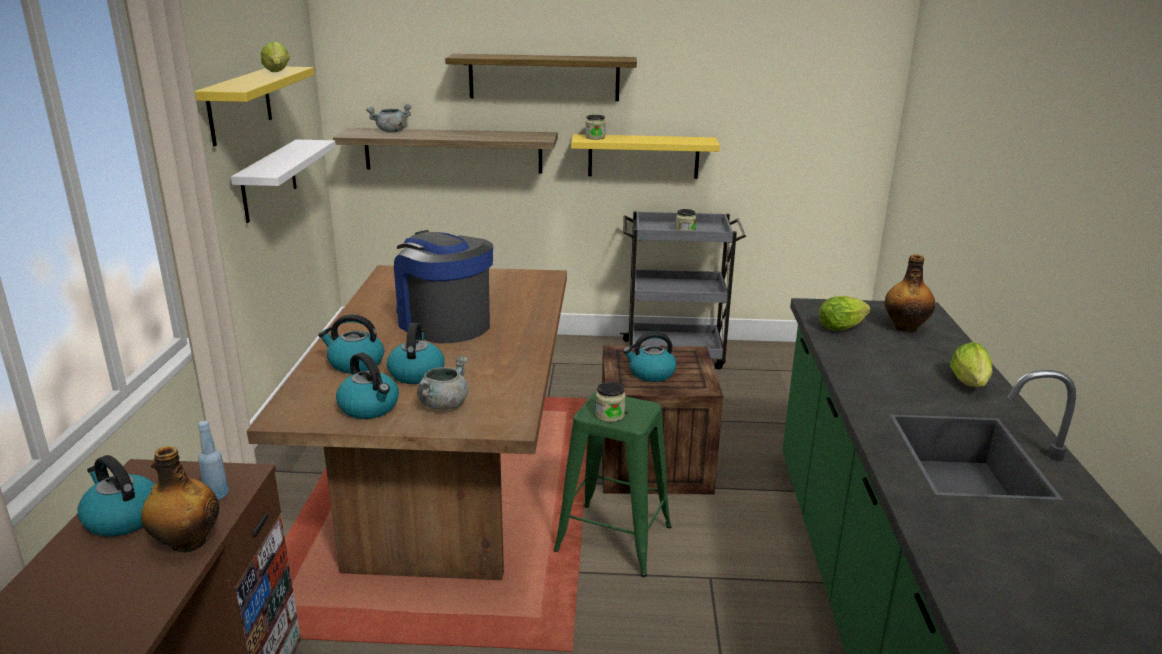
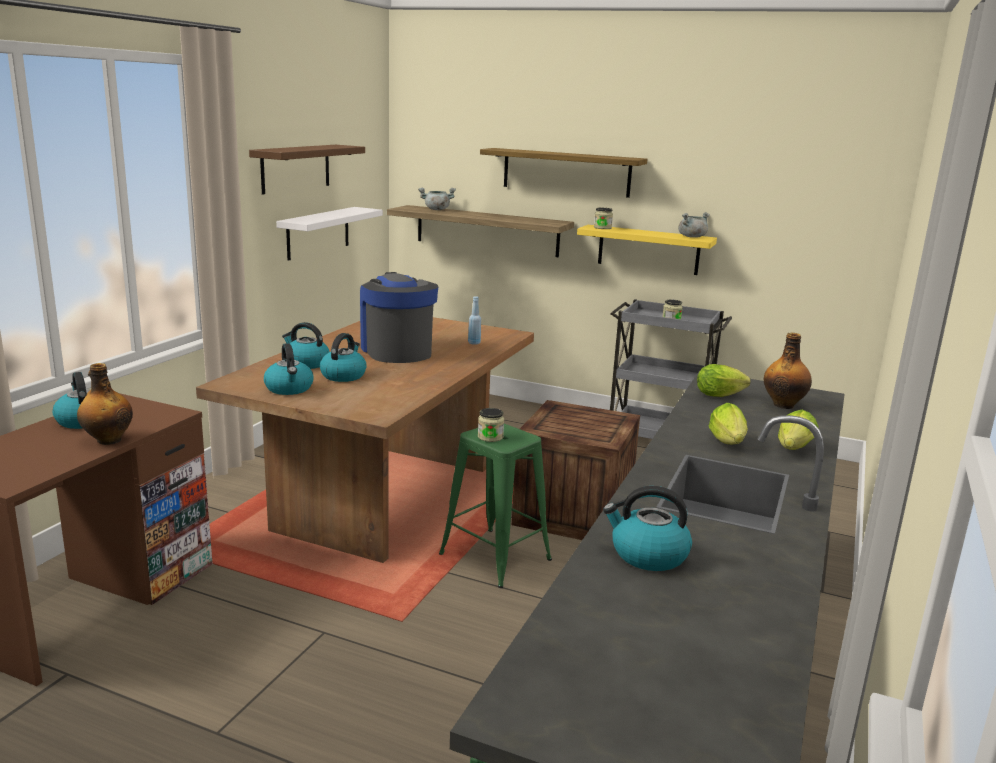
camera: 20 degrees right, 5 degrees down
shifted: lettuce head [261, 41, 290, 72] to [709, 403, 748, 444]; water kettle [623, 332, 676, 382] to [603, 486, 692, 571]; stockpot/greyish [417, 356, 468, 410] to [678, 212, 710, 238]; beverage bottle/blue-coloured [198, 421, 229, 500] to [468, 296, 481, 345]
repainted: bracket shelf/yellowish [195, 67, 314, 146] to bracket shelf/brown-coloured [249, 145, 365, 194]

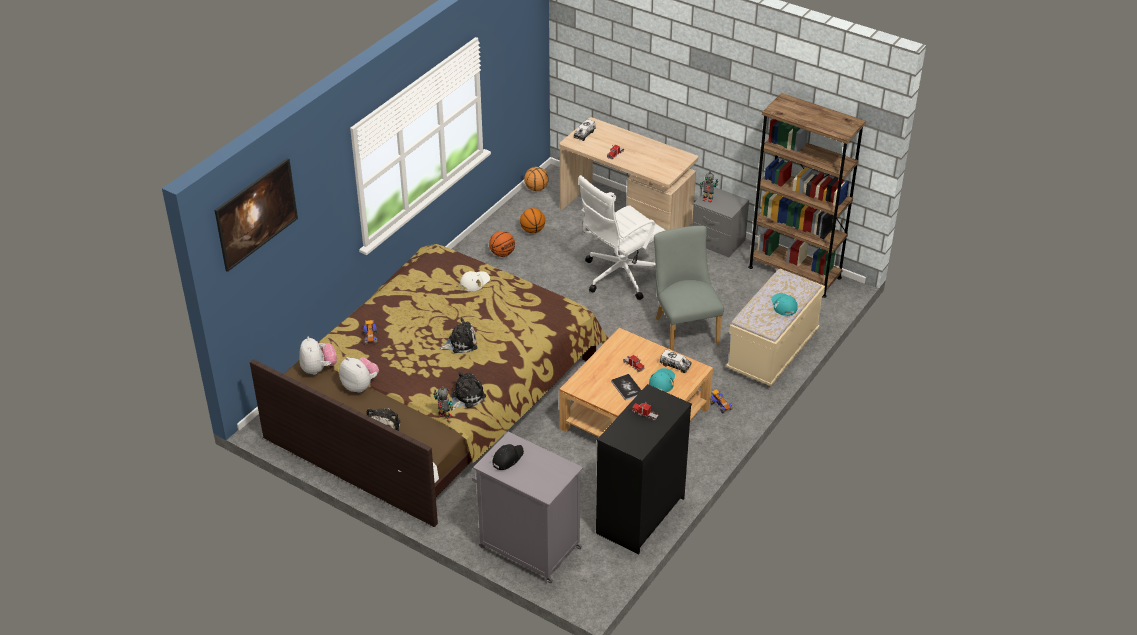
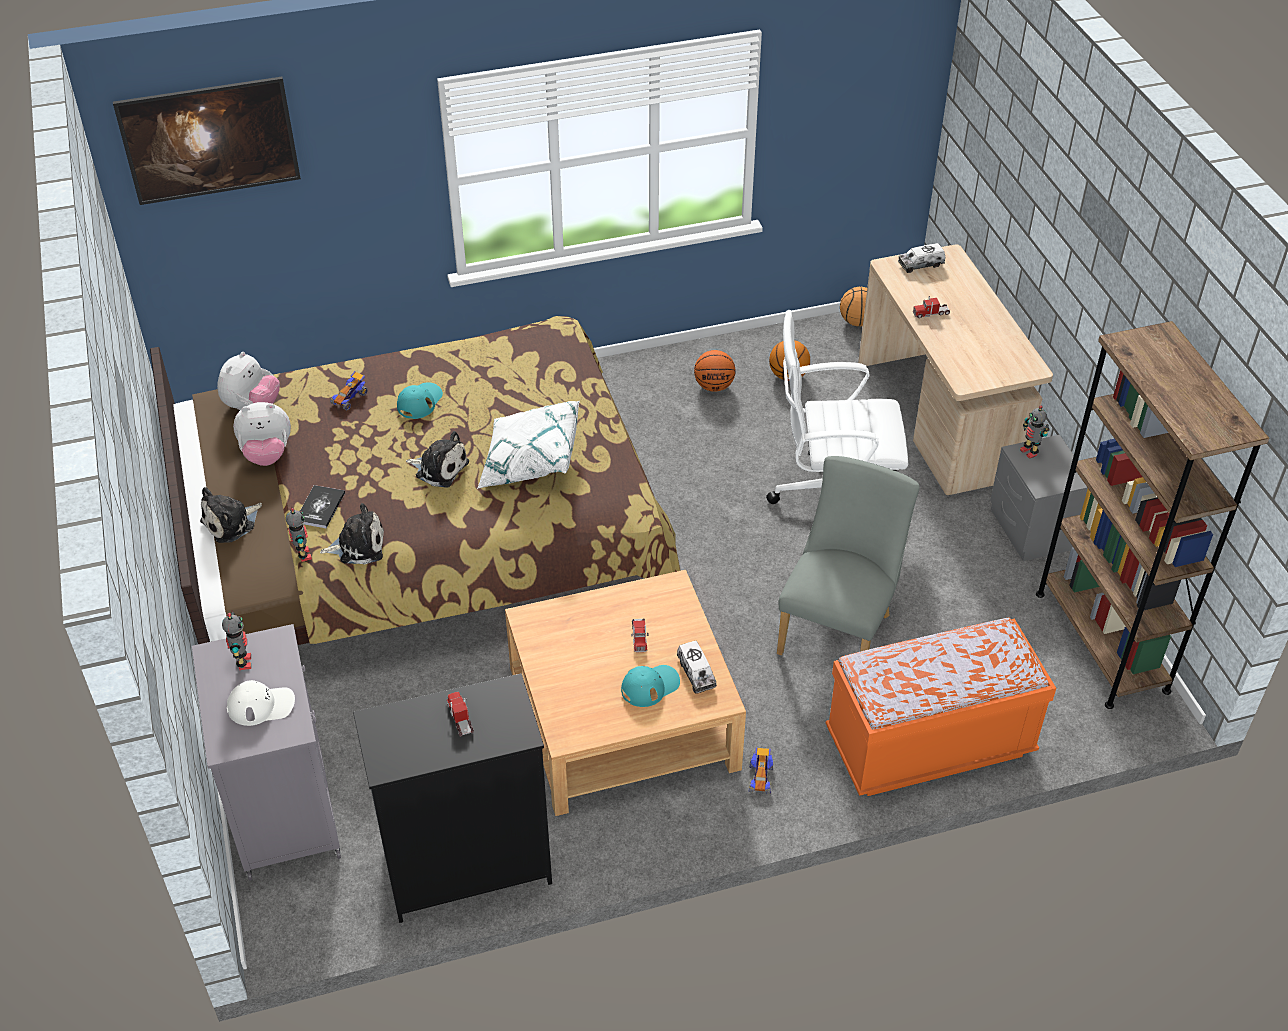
camera: 40 degrees right, 5 degrees up
new: cushion/white-coloured [477, 401, 579, 489]
shifted: baseball cap/white-coloured [460, 271, 490, 292] to [227, 680, 295, 726]; baseball cap/turquoise-coloured [771, 293, 798, 316] to [397, 382, 443, 419]; book [611, 374, 642, 401] to [300, 485, 345, 529]
swapped: baseball cap/black [492, 444, 524, 470] to robot figure [222, 611, 251, 670]
repainted: bench/sand-coloured [726, 269, 825, 386] to bench/orangey [826, 618, 1056, 796]
rotated: soft toy [339, 357, 379, 393] = [233, 402, 291, 466] 90 degrees clockwise

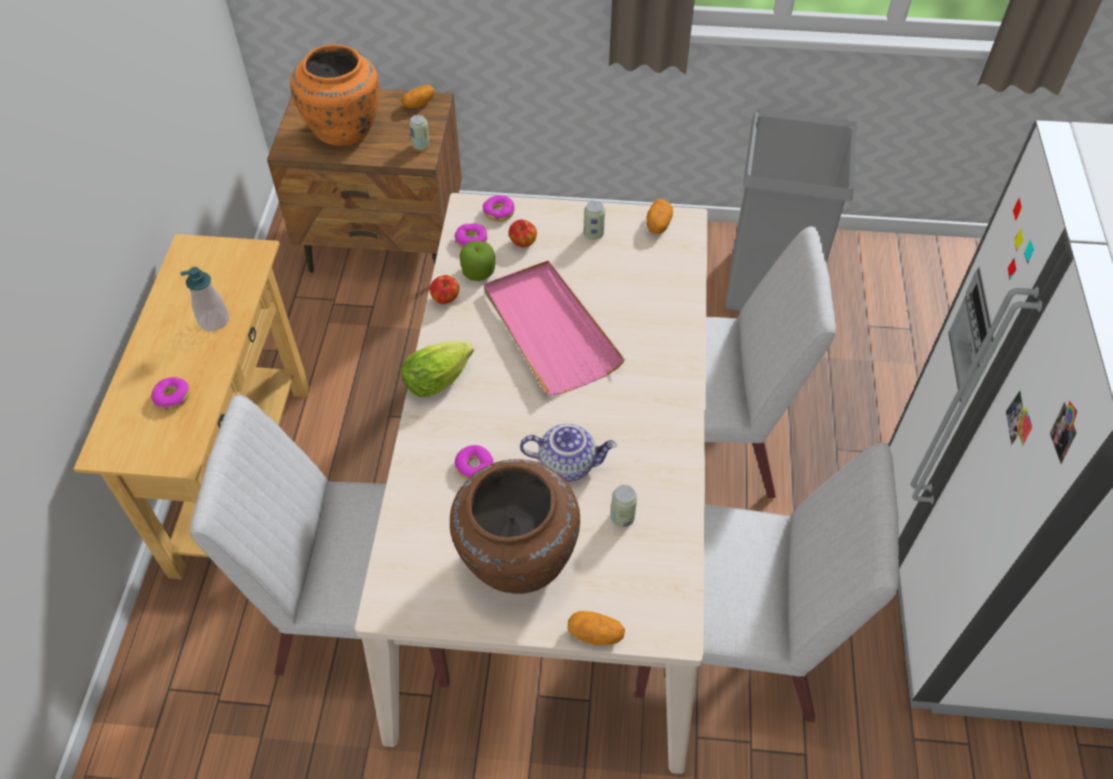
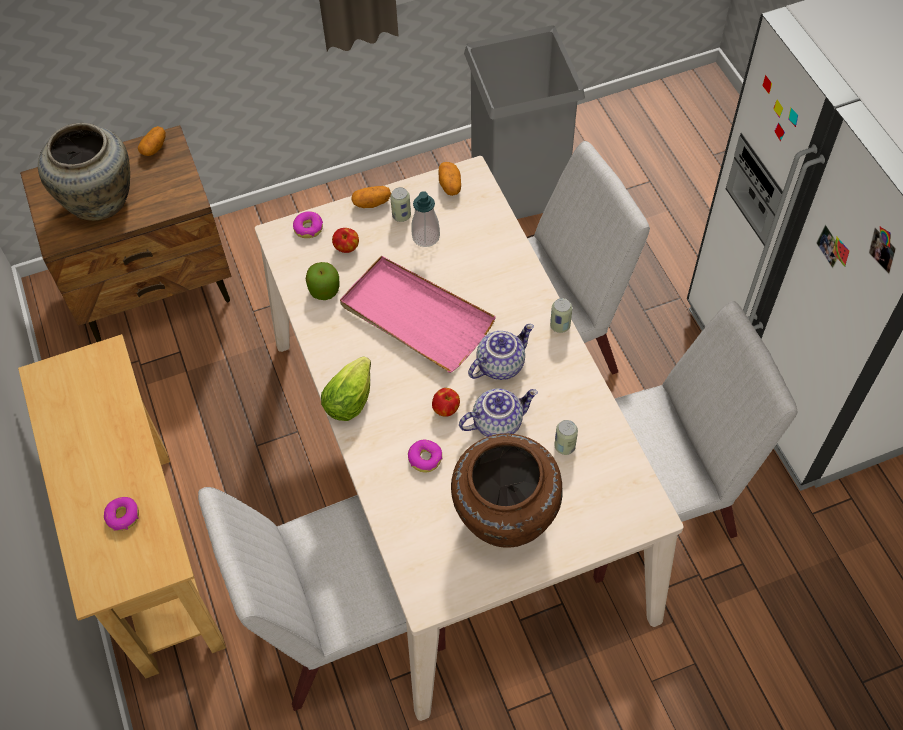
camera: 25 degrees left, 5 degrees up
gone: ring doughnut [455, 223, 488, 248]
new: tea pot [468, 324, 534, 380]
shifted: can [409, 115, 430, 150] to [550, 298, 572, 333]; soap bottle [180, 267, 229, 331] to [411, 191, 440, 247]; apple [430, 275, 459, 304] to [432, 388, 460, 417]; potato [567, 611, 625, 645] to [351, 186, 391, 208]
repainted: vase/orangey [290, 44, 379, 146] to vase/sand-coloured [38, 123, 130, 221]

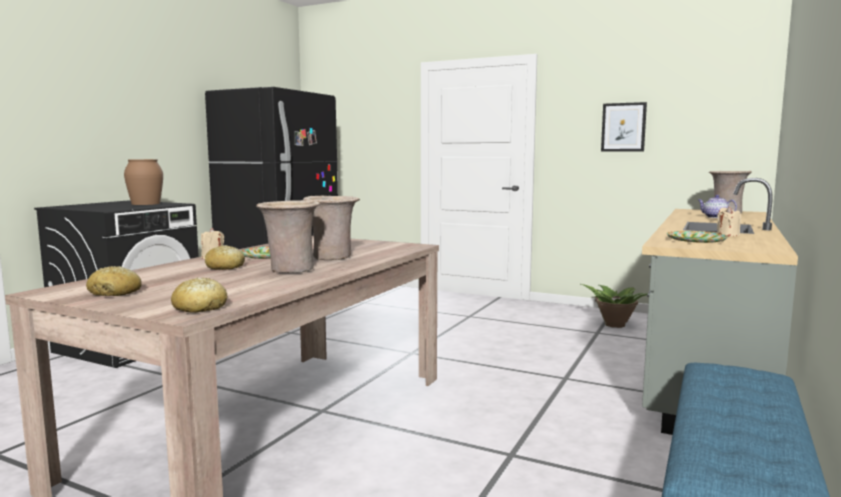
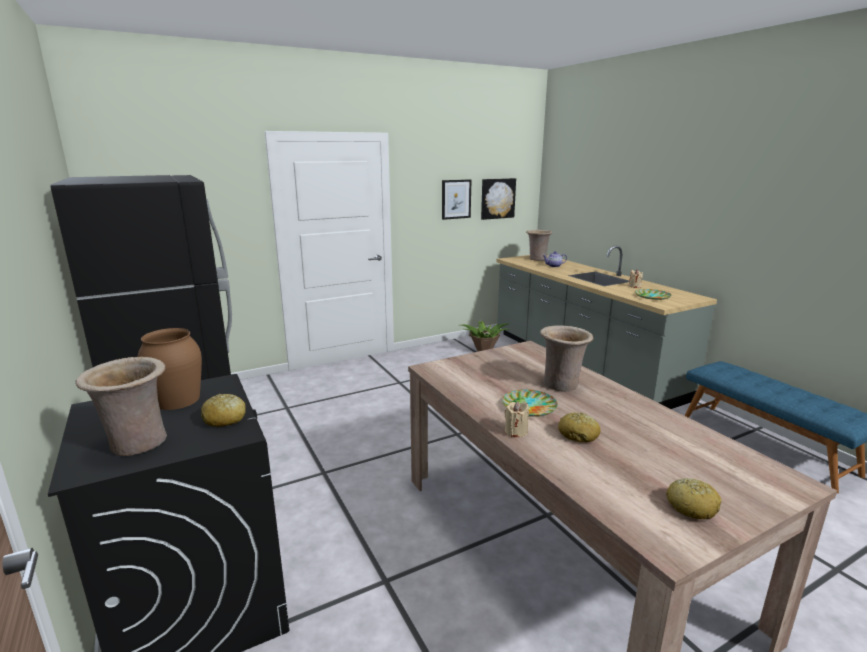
camera: 55 degrees left, 10 degrees up
new: wall picture [481, 178, 516, 220]
shifted: vase/sand-coloured [256, 200, 320, 273] to [75, 357, 167, 456]; bread [171, 277, 227, 313] to [201, 394, 246, 427]

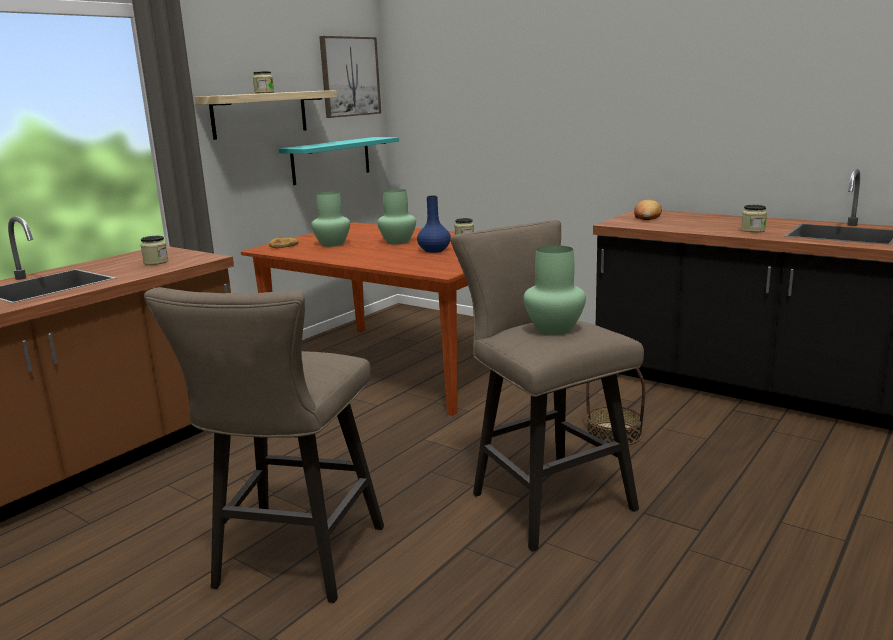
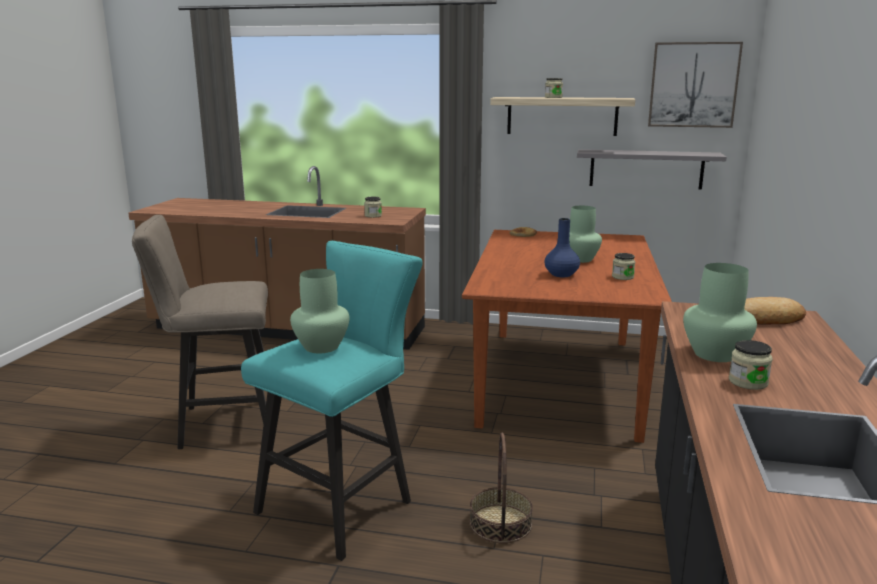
camera: 65 degrees right, 0 degrees up
shifted: vase/greenish [311, 192, 350, 247] to [683, 263, 757, 362]
repainted: bracket shelf/turquoise-coloured [279, 137, 399, 185] to bracket shelf/greyish [577, 149, 727, 190]; sitting stool/sand-coloured [451, 220, 644, 552] to sitting stool/turquoise-coloured [241, 241, 423, 561]

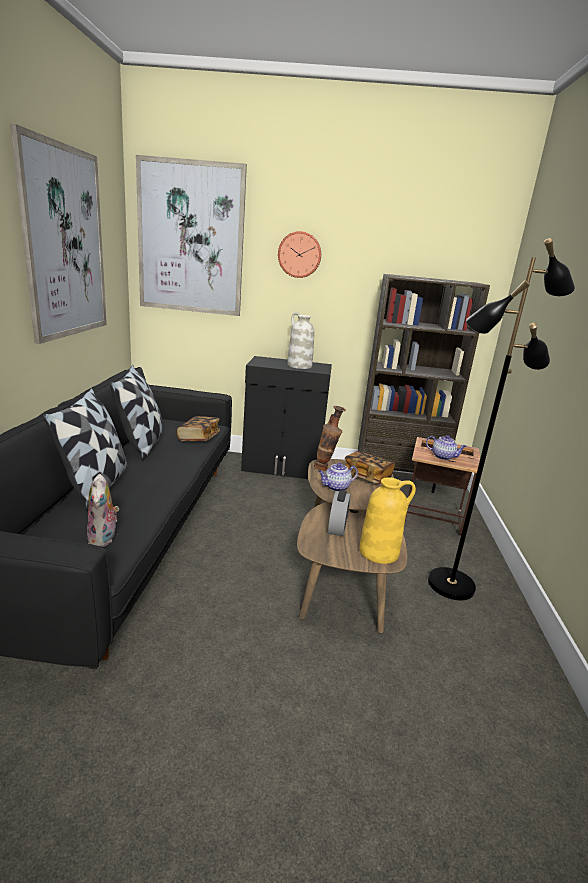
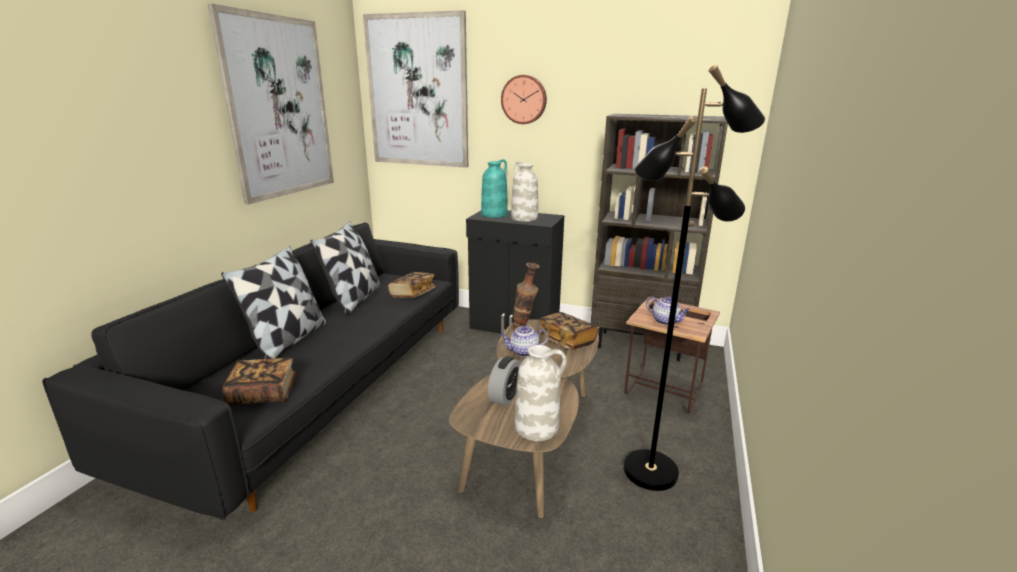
camera: 15 degrees right, 0 degrees up
new: vase/turquoise-coloured [481, 159, 508, 218]
swapped: soft toy [87, 474, 120, 547] to book [222, 358, 296, 405]
repainted: vase/yellowish [359, 477, 416, 564] to vase/white-coloured [515, 345, 567, 441]

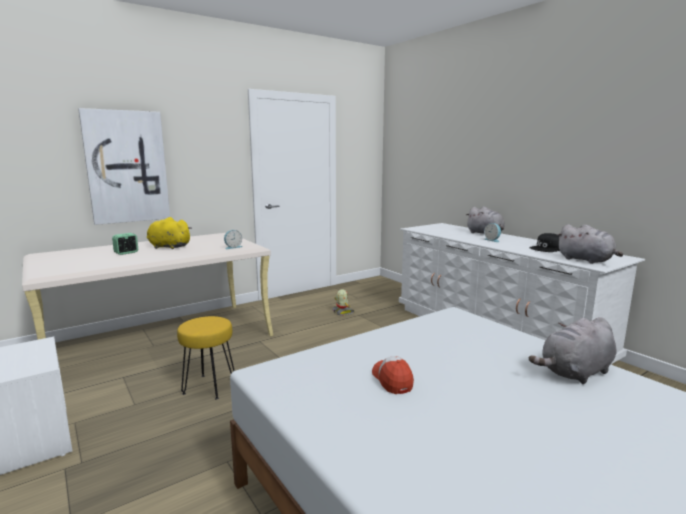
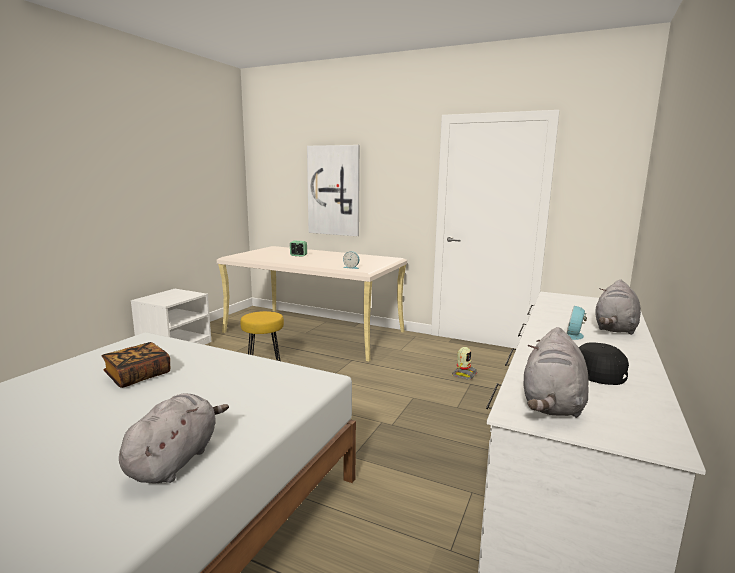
camera: 60 degrees right, 0 degrees up
gone: soft toy/yellowish [147, 217, 192, 249]
swapped: baseball cap [372, 356, 414, 394] to book [102, 342, 170, 388]
rotated: soft toy/greyish [529, 317, 616, 384] = [119, 394, 229, 483] 75 degrees clockwise

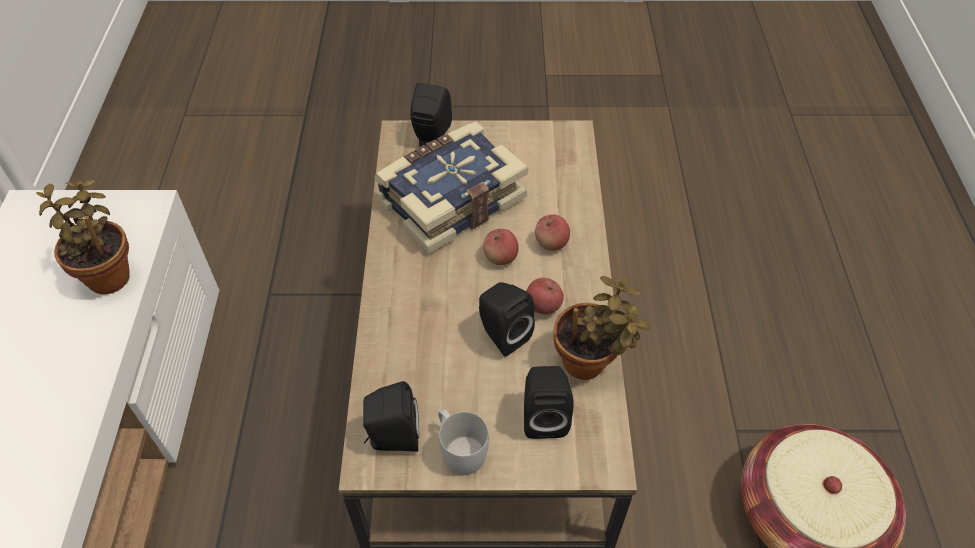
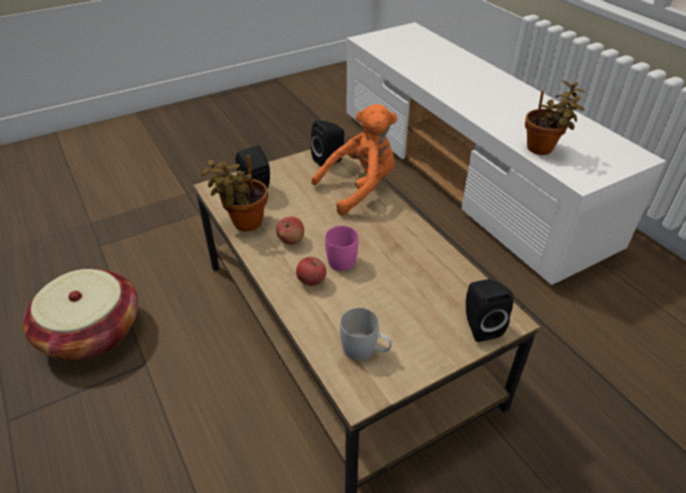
camera: 150 degrees right, 10 degrees down
gone: book [374, 121, 528, 254]; loudspeaker/black [479, 282, 535, 357]
new: soft toy/orangey [311, 104, 398, 216]
shifted: tea mug/white-coloured [438, 409, 489, 475] to [340, 308, 392, 360]
swapped: apple [483, 229, 519, 265] to tea mug/pink-coloured [325, 226, 358, 271]

